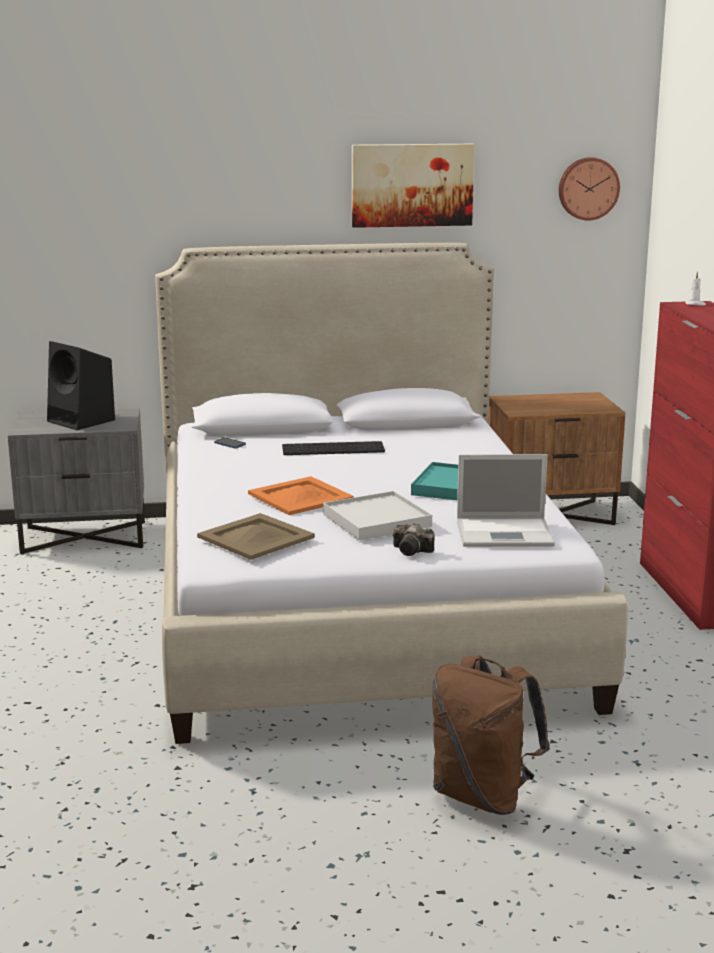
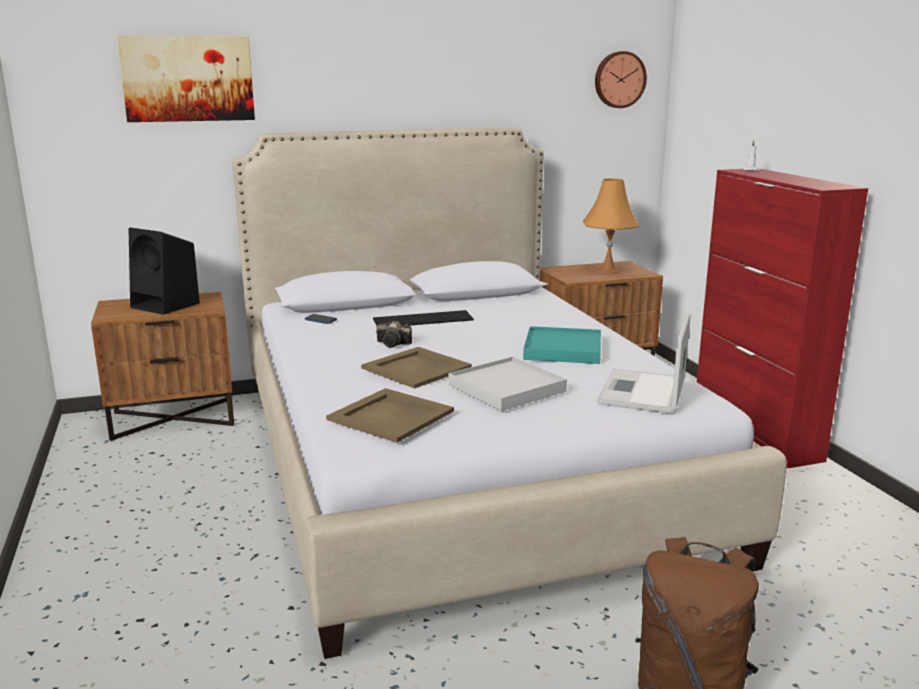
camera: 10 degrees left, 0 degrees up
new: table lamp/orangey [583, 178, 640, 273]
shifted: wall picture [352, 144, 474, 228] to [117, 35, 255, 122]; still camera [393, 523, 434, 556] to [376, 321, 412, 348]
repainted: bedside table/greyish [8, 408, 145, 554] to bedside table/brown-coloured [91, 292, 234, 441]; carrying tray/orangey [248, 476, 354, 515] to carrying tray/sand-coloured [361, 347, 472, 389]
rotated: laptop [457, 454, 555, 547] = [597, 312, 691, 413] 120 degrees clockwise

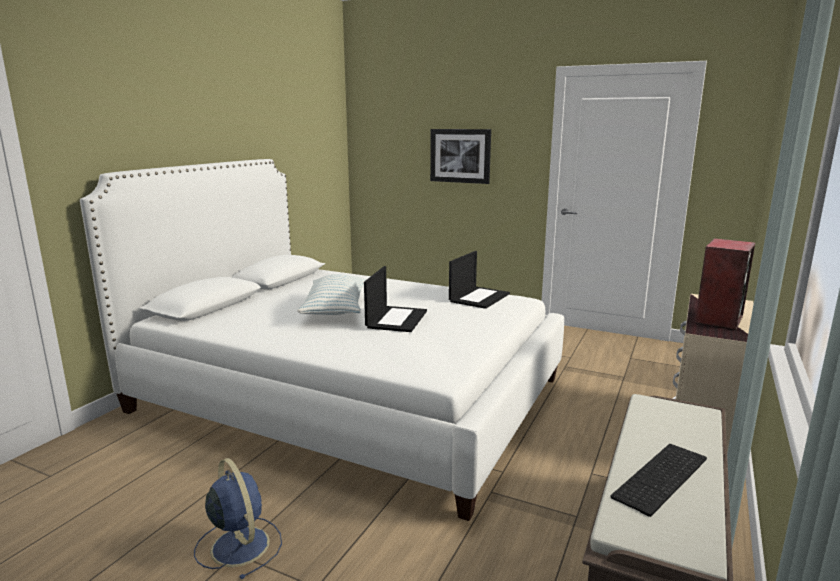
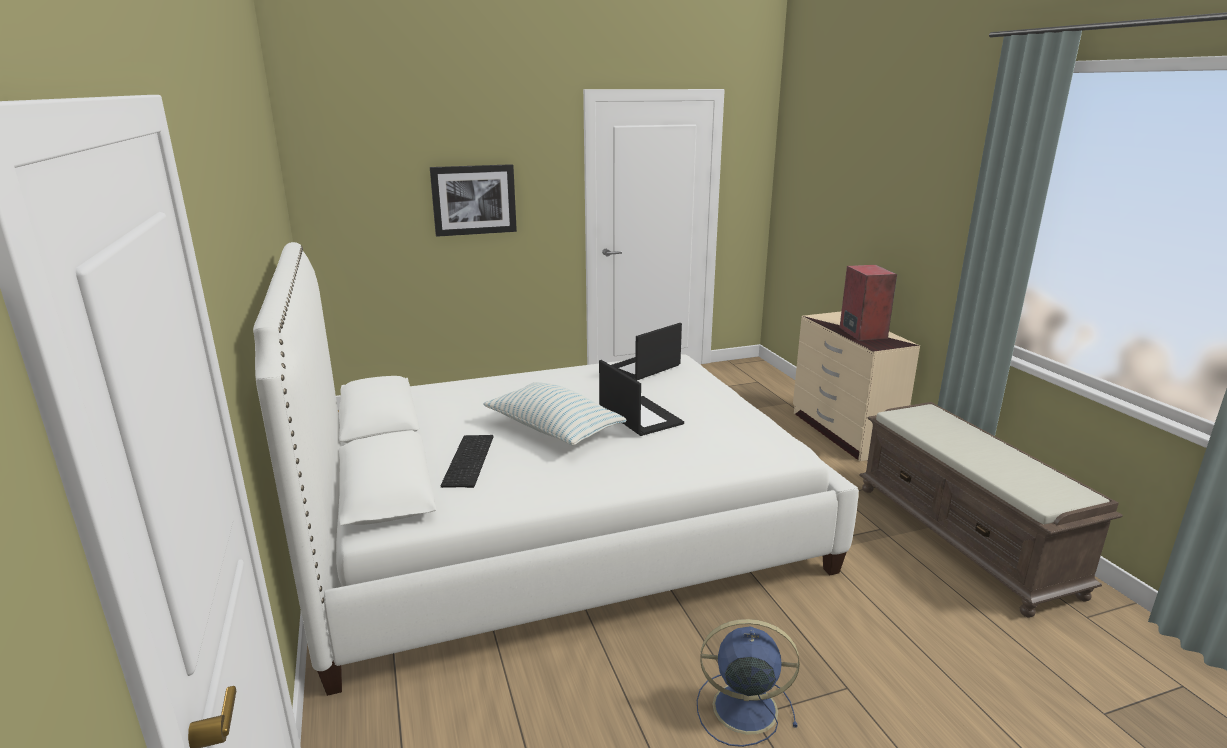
camera: 45 degrees left, 5 degrees up
shifted: PC keyboard [611, 444, 707, 517] to [440, 435, 493, 488]
rotated: laptop [449, 251, 510, 309] = [611, 323, 682, 381] 120 degrees counterclockwise

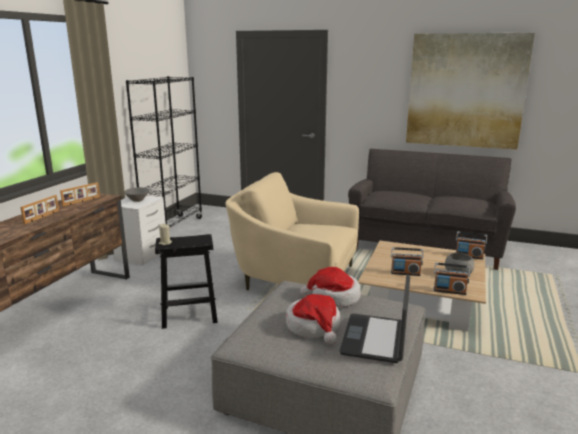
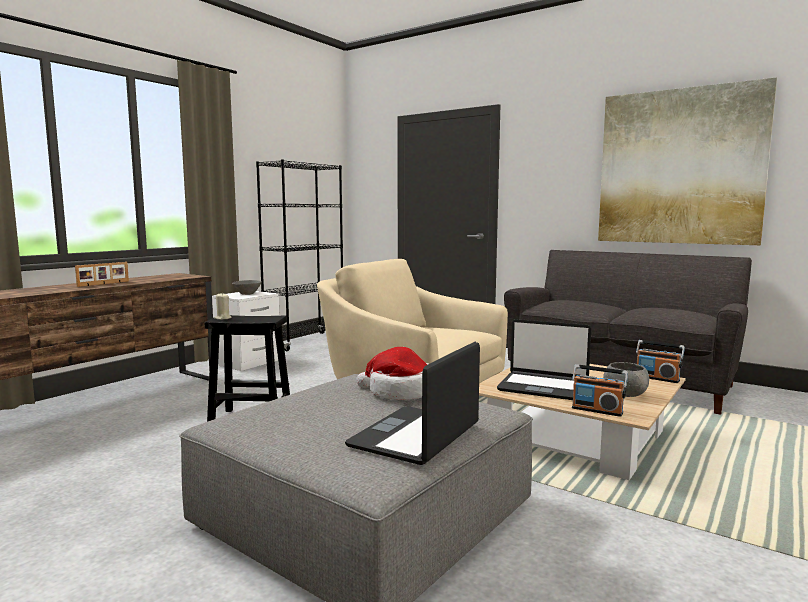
camera: 15 degrees right, 10 degrees down
gone: standing frame [60, 182, 100, 206]; hat [286, 294, 340, 344]
swapped: radio set [391, 247, 423, 276] to laptop [497, 319, 591, 400]

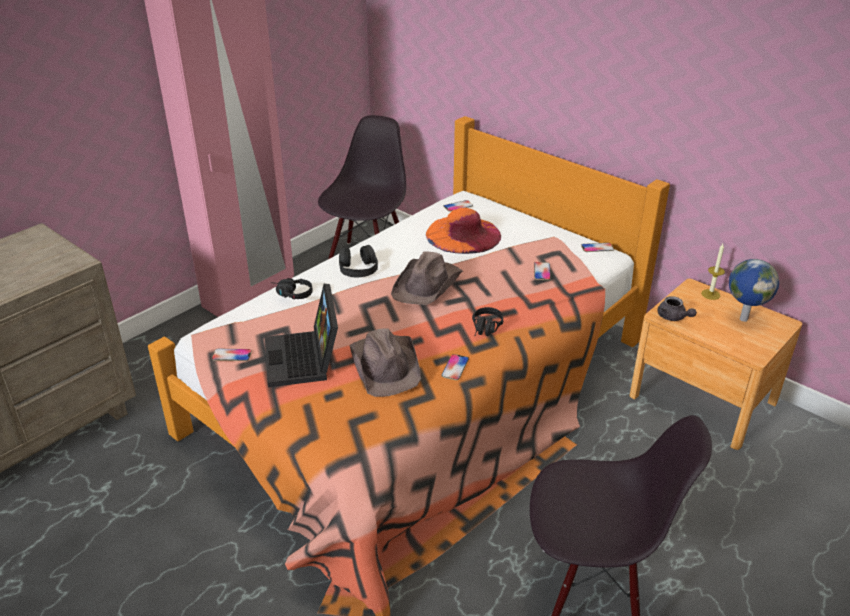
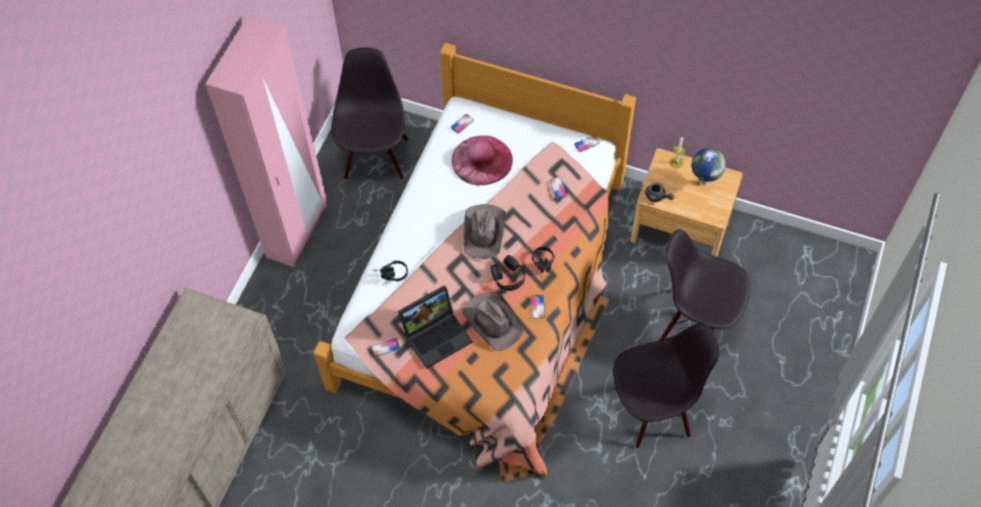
camera: 20 degrees left, 25 degrees up
new: upright chair/black [660, 229, 750, 340]
shifted: pair of headphones/black [339, 245, 378, 277] to [490, 255, 525, 291]
repainted: hat/orangey [426, 208, 501, 254] to hat/pink-coloured [452, 136, 513, 186]
rotated: laptop [265, 284, 338, 387] = [398, 285, 472, 369] 90 degrees counterclockwise

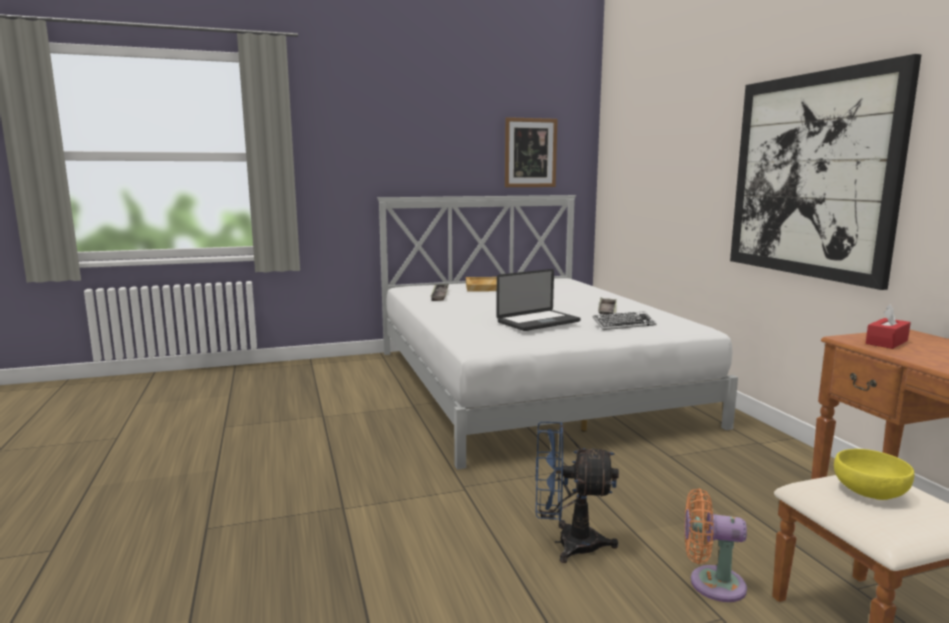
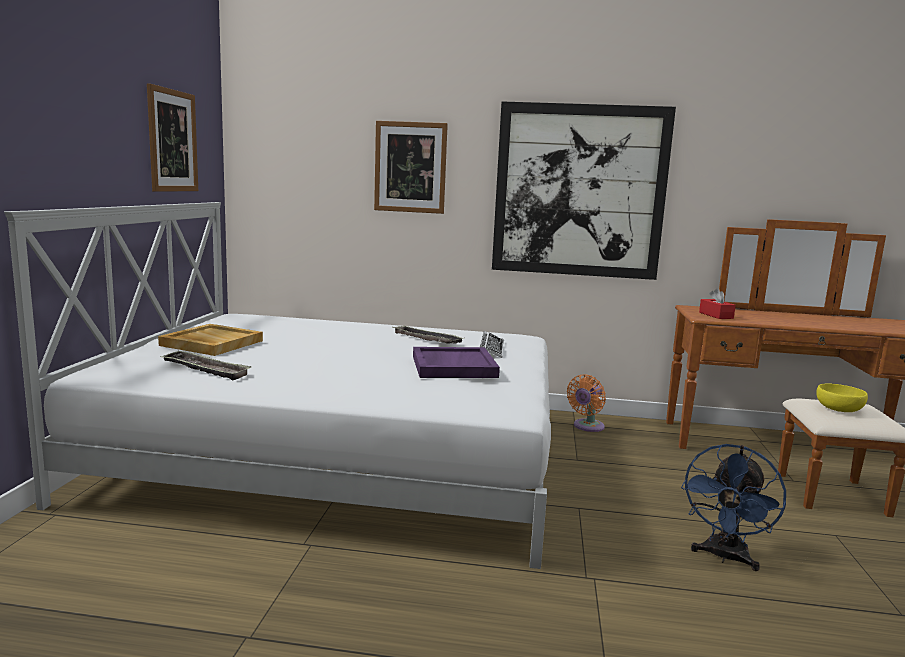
camera: 65 degrees left, 0 degrees up
new: wall picture [374, 121, 448, 214]
shifted: cooling fan/orangey [685, 488, 747, 602] to [567, 374, 606, 432]
swapped: laptop [496, 269, 581, 331] to carrying tray/purple-coloured [413, 347, 500, 378]

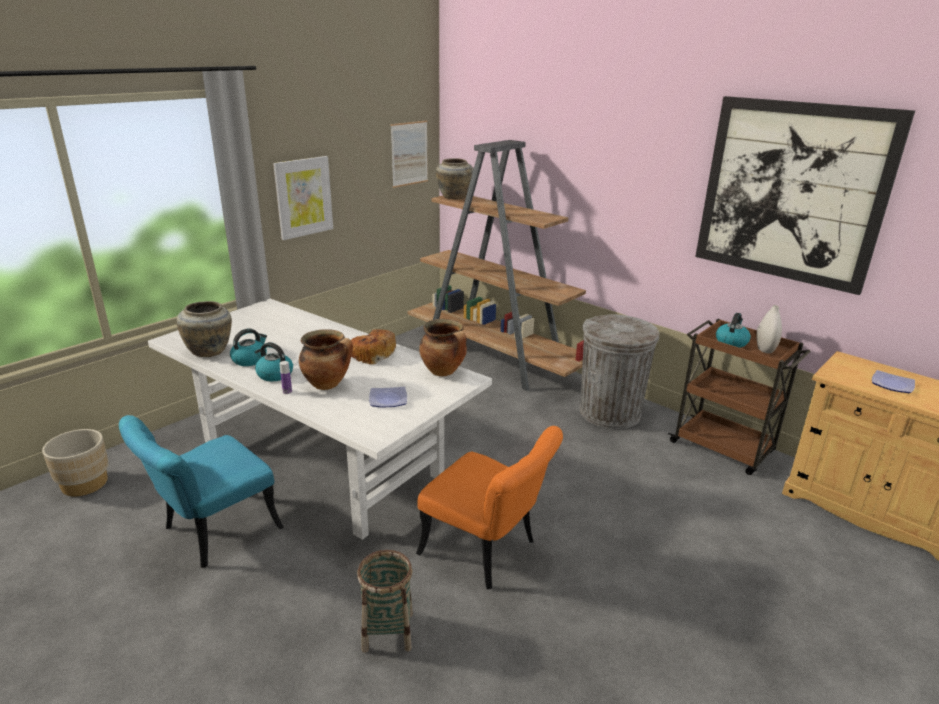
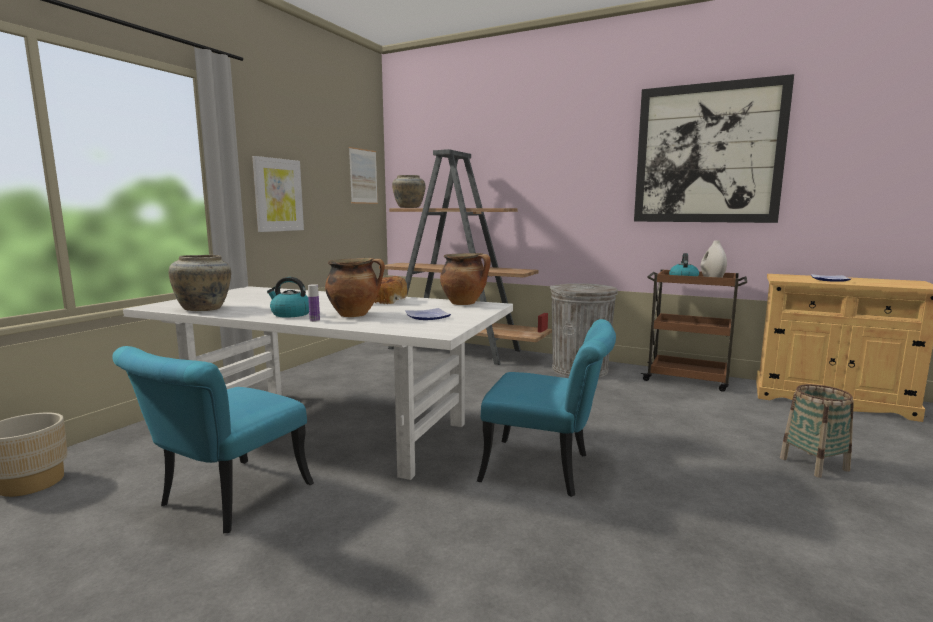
camera: 15 degrees left, 15 degrees down
gone: water kettle [230, 329, 267, 366]
shifted: storage basket [357, 550, 413, 653] to [780, 384, 854, 478]
repainted: upright chair/orangey [416, 426, 563, 590] to upright chair/turquoise-coloured [477, 319, 616, 497]

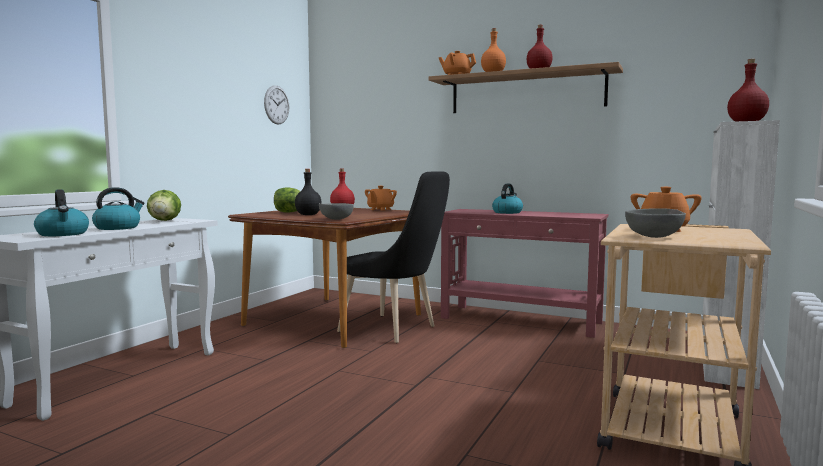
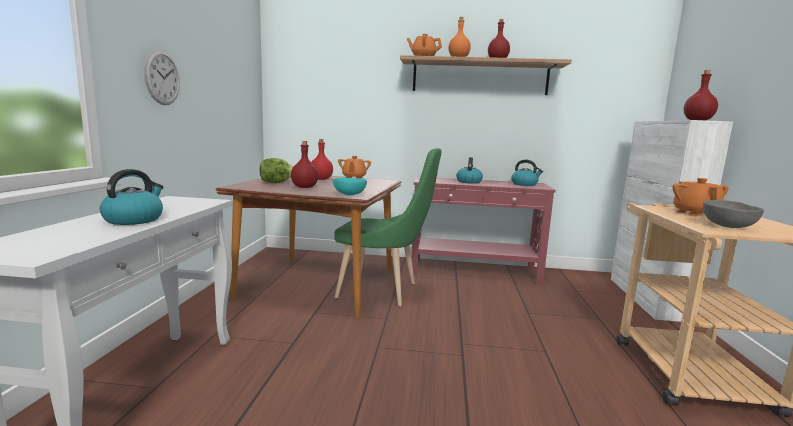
camera: 20 degrees left, 5 degrees up
gone: lettuce head [147, 190, 181, 221]
shifted: clock on the wall [264, 85, 289, 125] to [144, 50, 180, 105]; water kettle [34, 189, 89, 236] to [511, 160, 543, 186]
repainted: beverage bottle/black [295, 169, 322, 215] to beverage bottle/reddish [291, 141, 318, 188]; upright chair/black [337, 171, 450, 343] to upright chair/greenish [334, 148, 441, 306]; serving bowl/greyish [319, 203, 354, 220] to serving bowl/turquoise-coloured [333, 178, 367, 195]

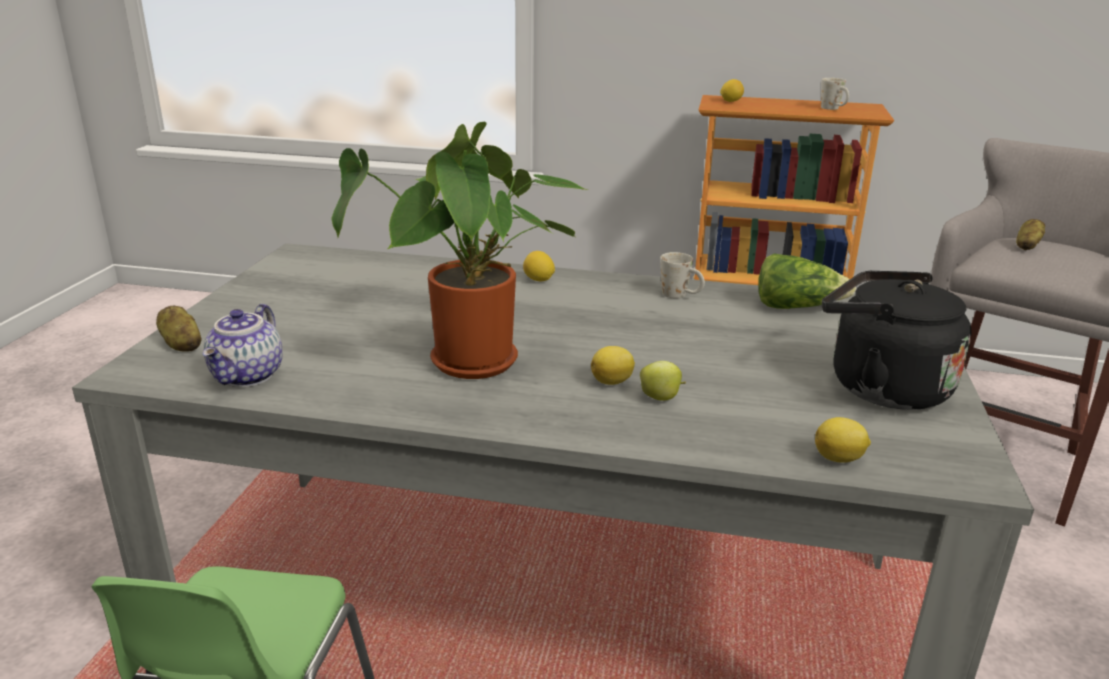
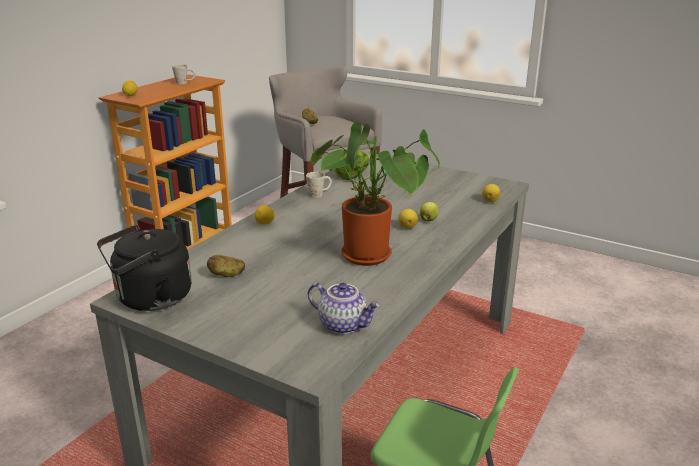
camera: 70 degrees left, 0 degrees up
shifted: water kettle/black [822, 271, 972, 410] to [97, 224, 192, 311]; potato [156, 305, 202, 352] to [207, 255, 245, 277]

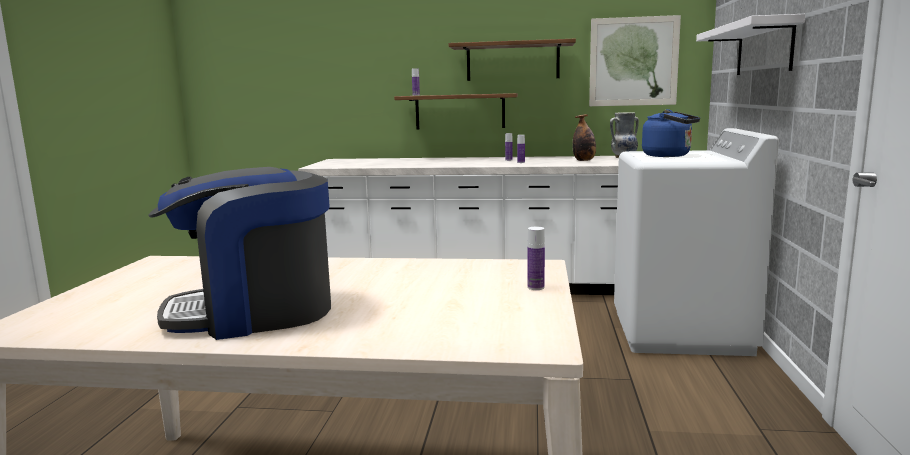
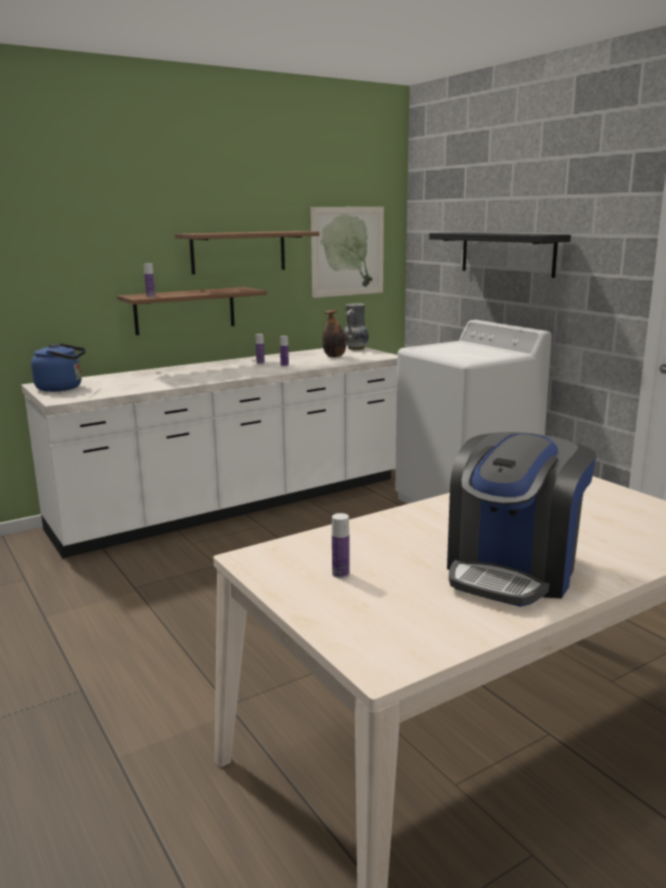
camera: 40 degrees left, 5 degrees up
shifted: water kettle/blue-coloured [642, 109, 700, 157] to [31, 343, 86, 392]; beverage bottle [527, 227, 545, 290] to [332, 513, 349, 578]
repainted: bracket shelf/white-coloured [696, 14, 805, 75] to bracket shelf/black [429, 232, 571, 278]

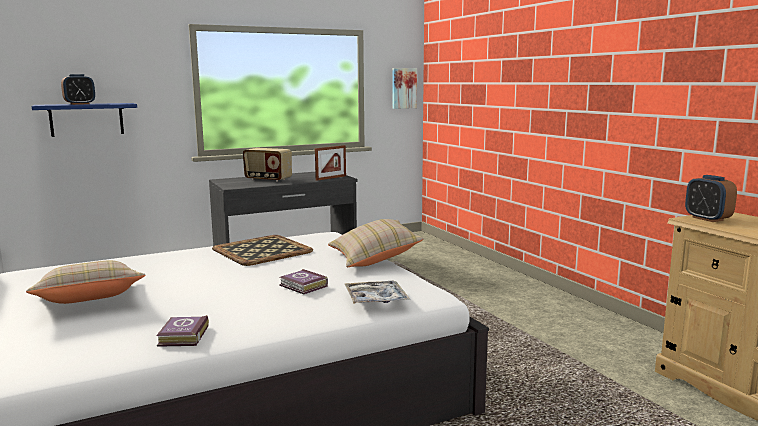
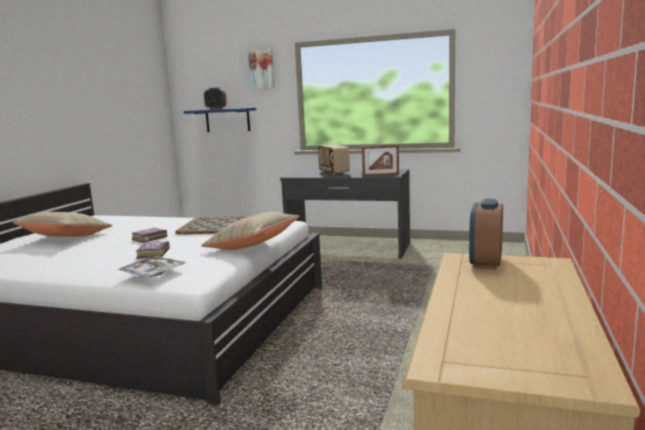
camera: 45 degrees right, 0 degrees up
shifted: wall picture [392, 68, 417, 109] to [248, 49, 274, 90]; book [156, 315, 209, 347] to [131, 228, 167, 243]

